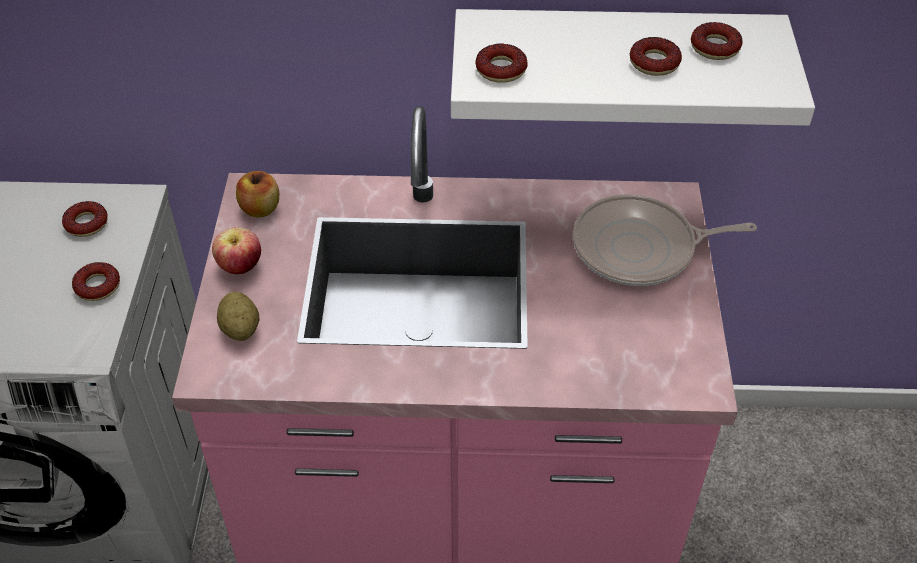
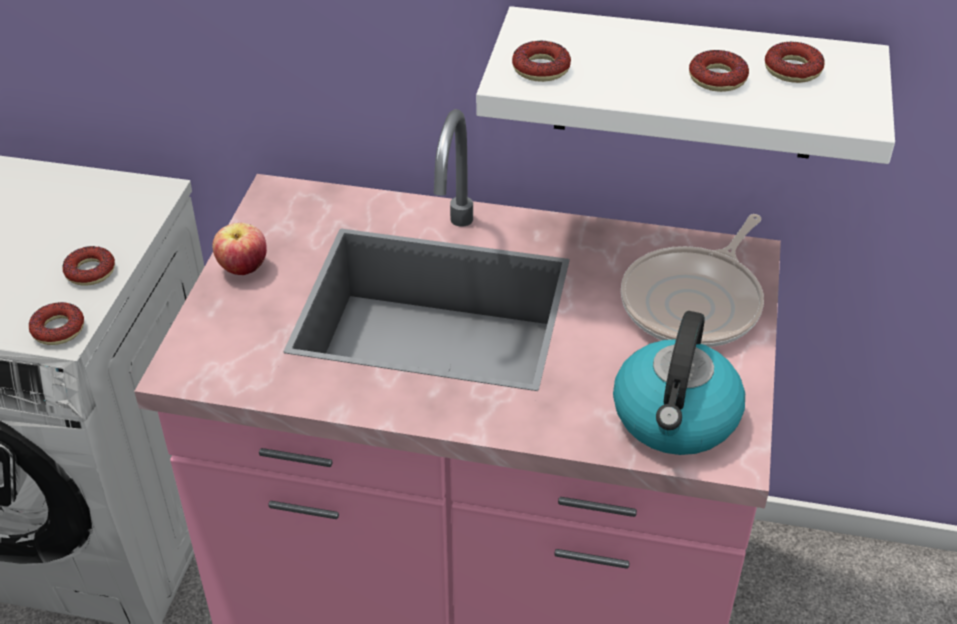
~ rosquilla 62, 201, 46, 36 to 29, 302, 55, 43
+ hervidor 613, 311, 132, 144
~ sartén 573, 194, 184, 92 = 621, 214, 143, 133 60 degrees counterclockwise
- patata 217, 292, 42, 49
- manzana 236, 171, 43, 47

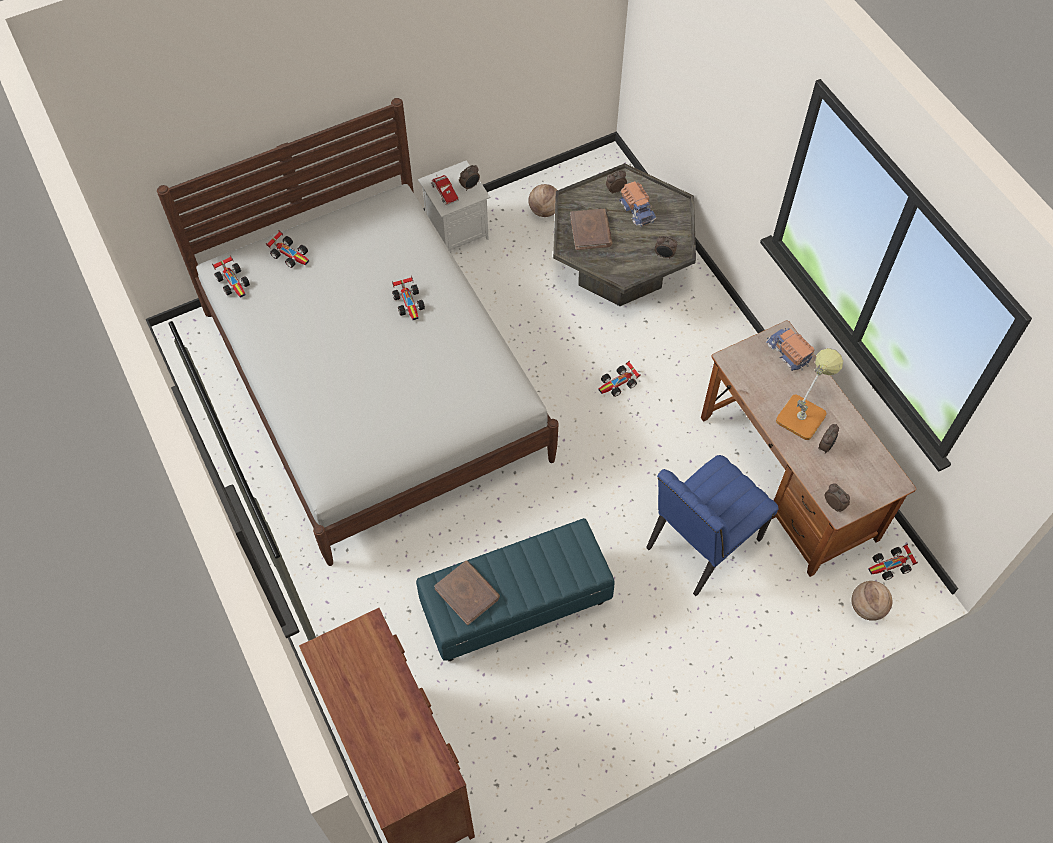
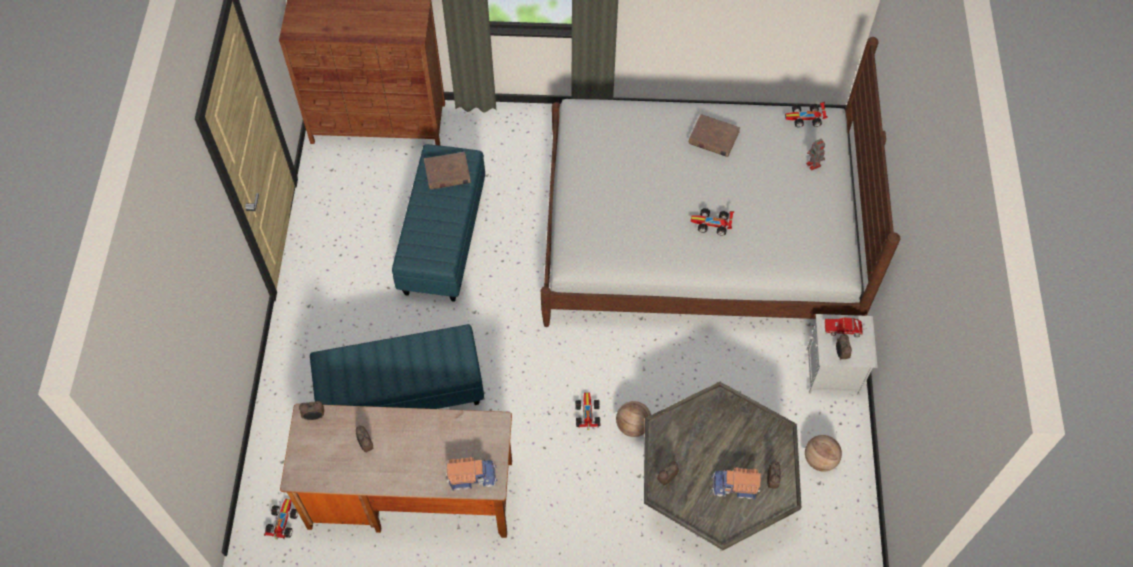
~ silla/azul 646, 455, 132, 141 to puf/azul 310, 324, 174, 85
~ balón de baloncesto 852, 581, 40, 40 to 616, 401, 35, 36
~ libro/marrón 570, 209, 42, 41 to 689, 114, 51, 43
~ coche de juguete 266, 231, 43, 37 to robot de juguete 806, 139, 19, 32
- lámpara de mesa 776, 348, 67, 92

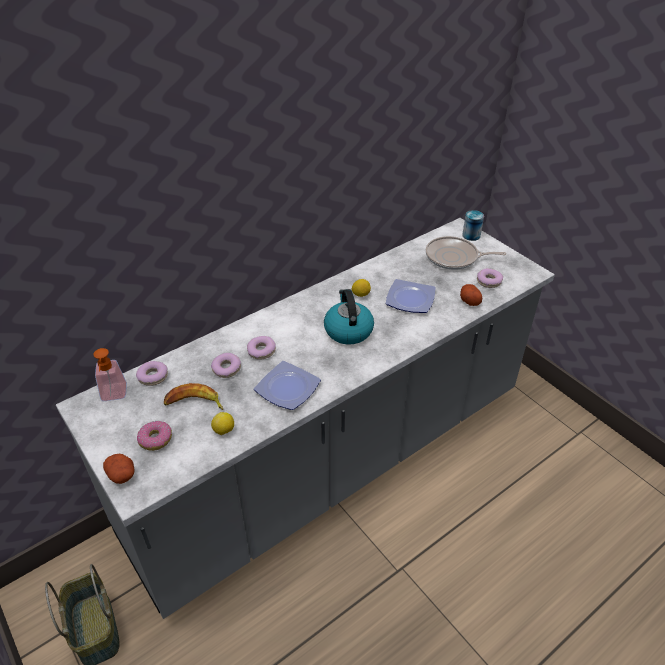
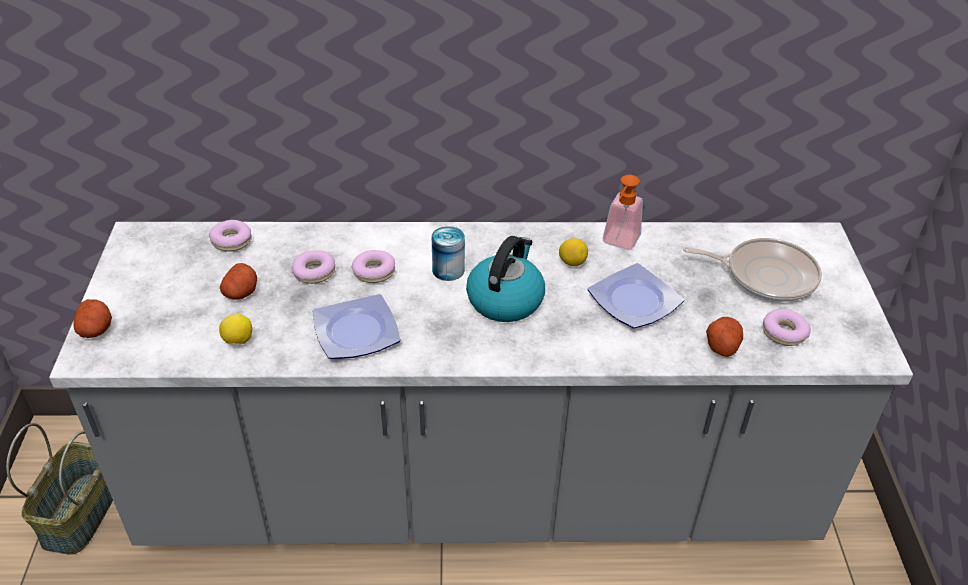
~ plátano 164, 383, 59, 27 to patata 220, 263, 37, 37
~ lata 462, 210, 22, 31 to 432, 226, 33, 55
~ dispensador de jabón 93, 348, 34, 53 to 603, 175, 40, 75
~ sartén 426, 236, 80, 34 = 683, 238, 139, 64 150 degrees clockwise
- rosquilla 137, 421, 35, 30

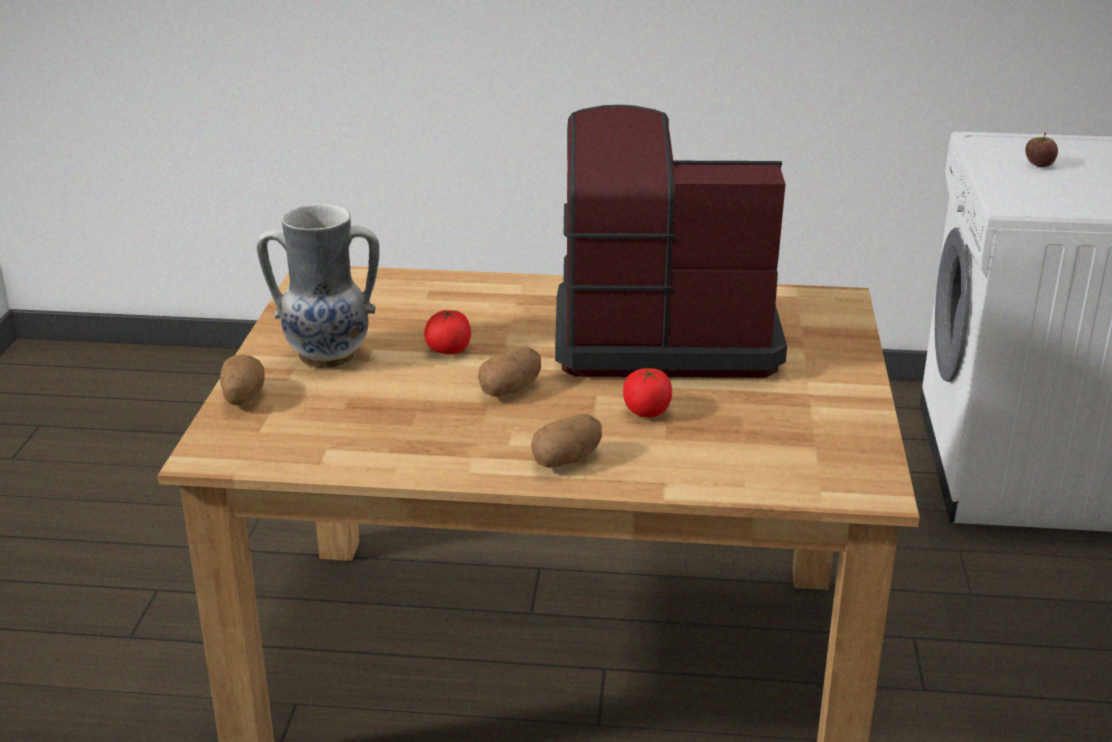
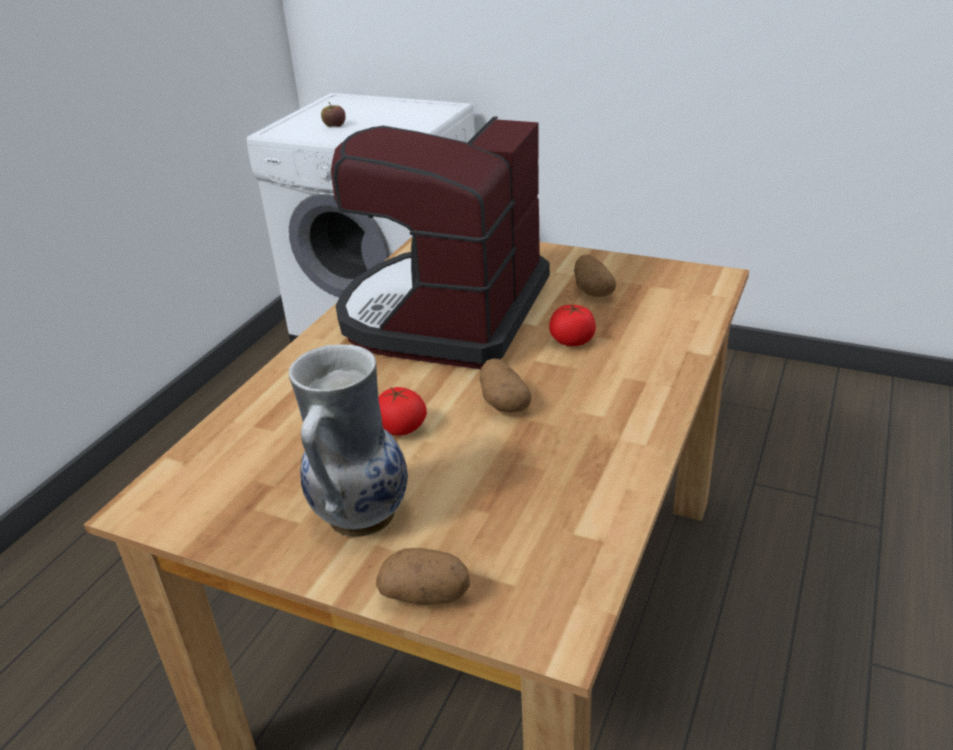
~ patata 531, 414, 71, 54 to 574, 255, 42, 42

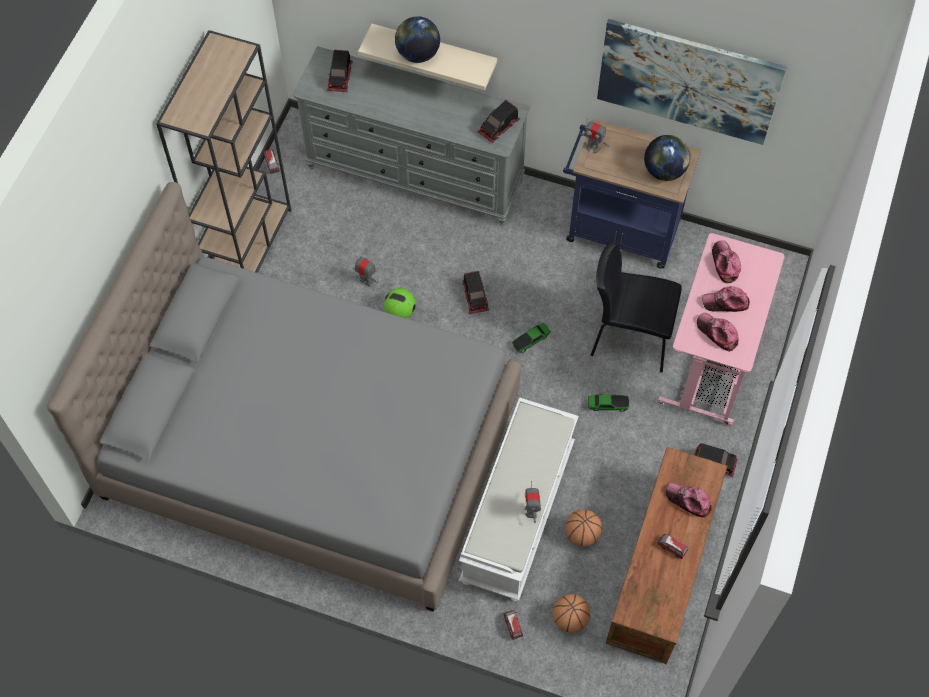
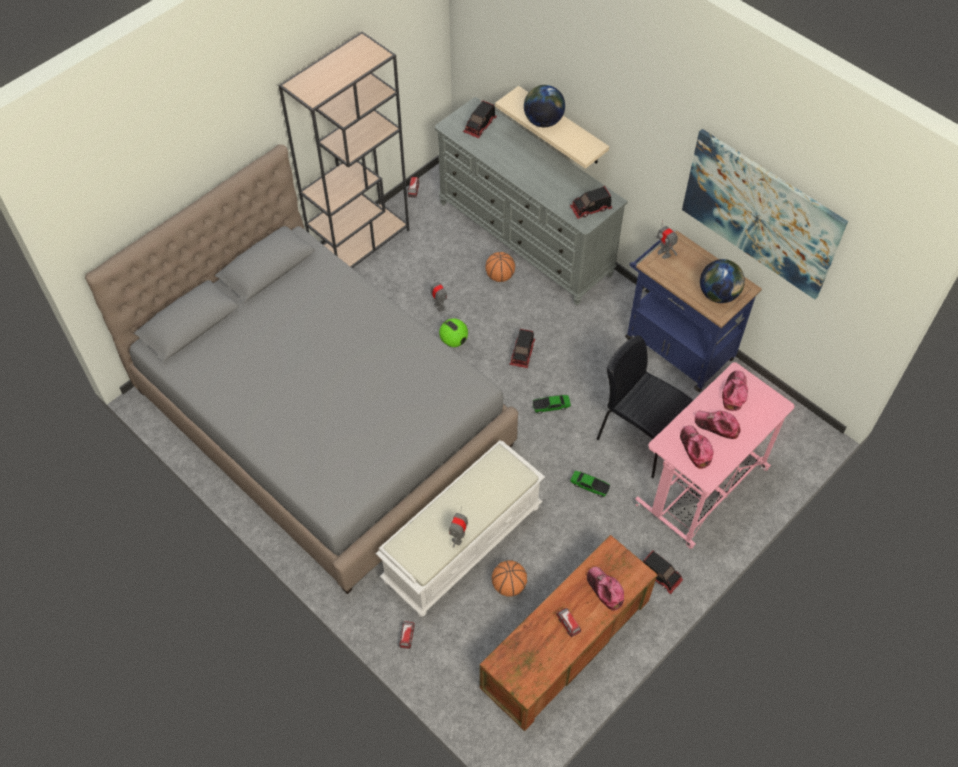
~ balón de baloncesto 552, 594, 38, 39 to 485, 252, 30, 30

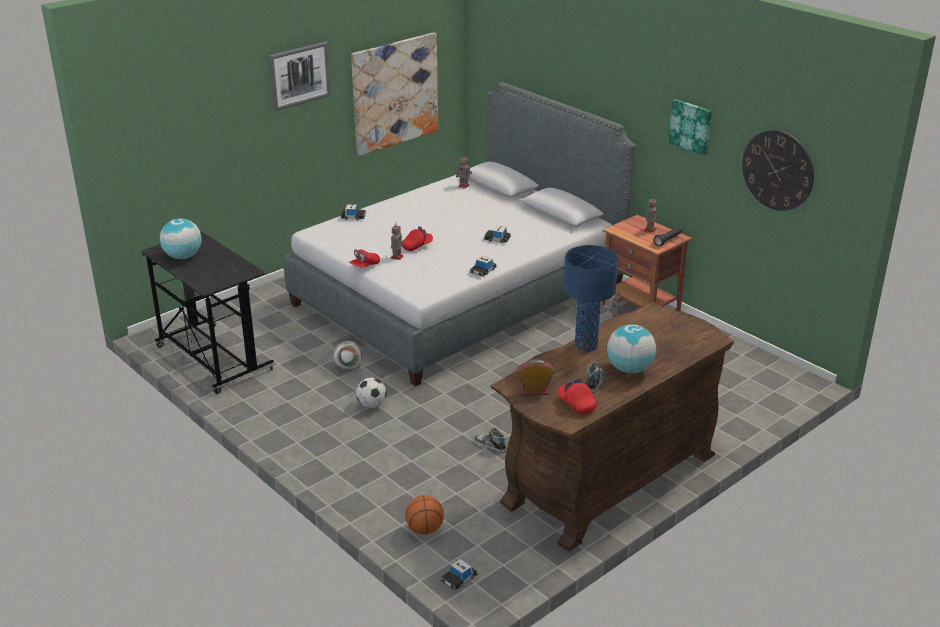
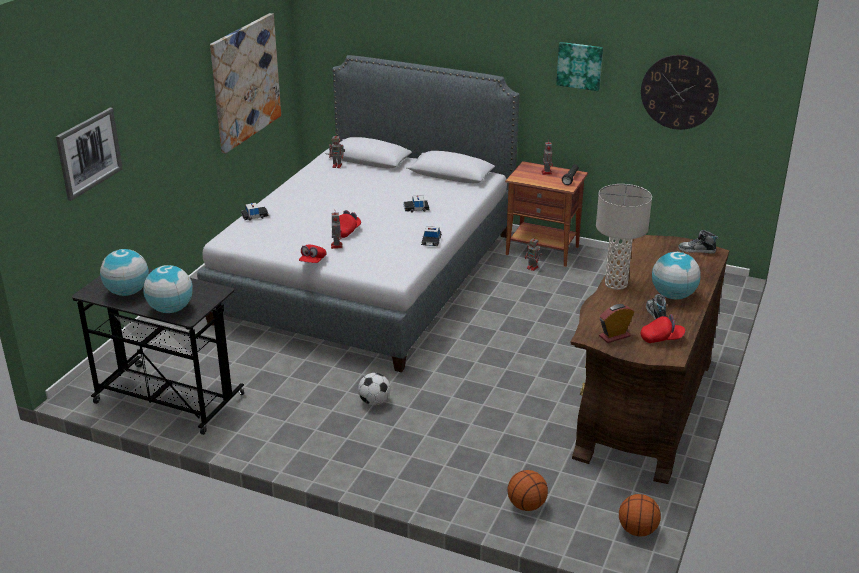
~ cuadro 269, 42, 62, 69 to 56, 108, 67, 93
+ globo terráqueo 143, 265, 50, 48
~ lámpara de mesa/azul 563, 245, 55, 106 to lámpara de mesa/blanco 596, 184, 56, 106
+ balón de baloncesto 619, 494, 42, 43
~ gorra/rojo 558, 378, 38, 36 = 641, 314, 44, 29 150 degrees clockwise
~ zapato 474, 428, 32, 25 to 678, 230, 40, 24
- balón de fútbol 333, 341, 30, 29
- coche de juguete 440, 559, 38, 32

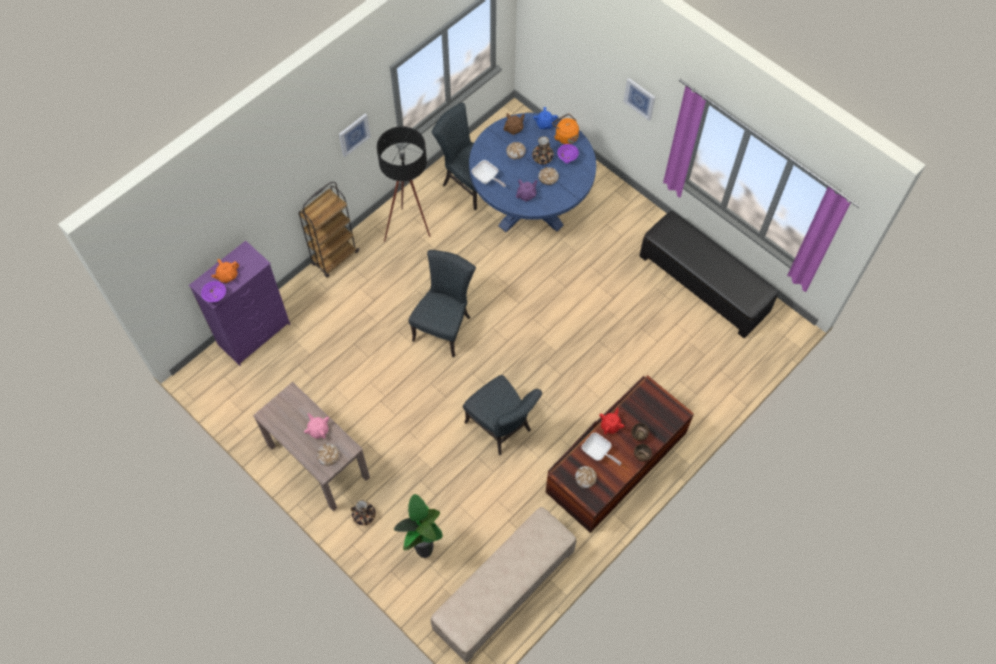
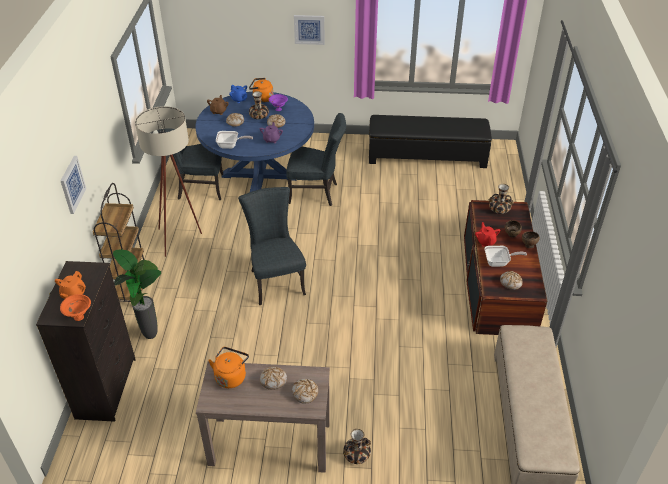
~ cómoda/morado 189, 240, 101, 126 to cómoda/negro 36, 261, 100, 161
~ cuenco/morado 201, 281, 25, 21 to cuenco/naranja 60, 294, 31, 27
~ cuadro 339, 113, 32, 44 to 61, 156, 25, 58
~ planta en maceta 394, 494, 49, 64 to 113, 250, 48, 89
~ lámpara de pie/negro 377, 126, 54, 116 to lámpara de pie/beis 135, 106, 67, 151
+ hervidor/naranja 208, 347, 41, 41
~ tetera/rosa 304, 413, 25, 26 to pan 260, 367, 27, 23
~ silla/gris 463, 375, 79, 80 to 286, 113, 60, 93
+ florero 488, 184, 26, 30

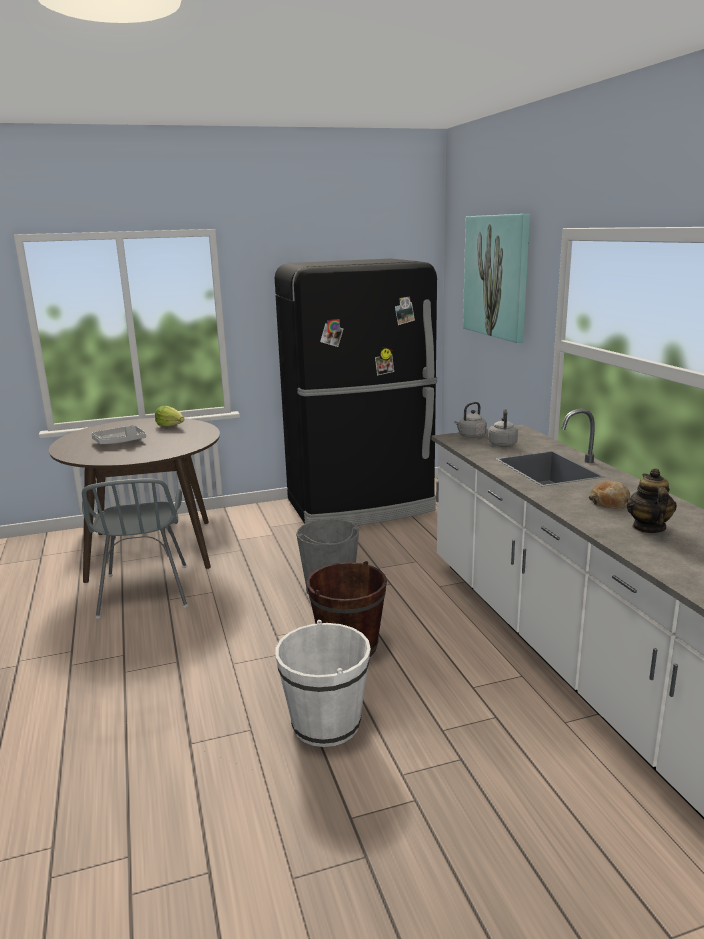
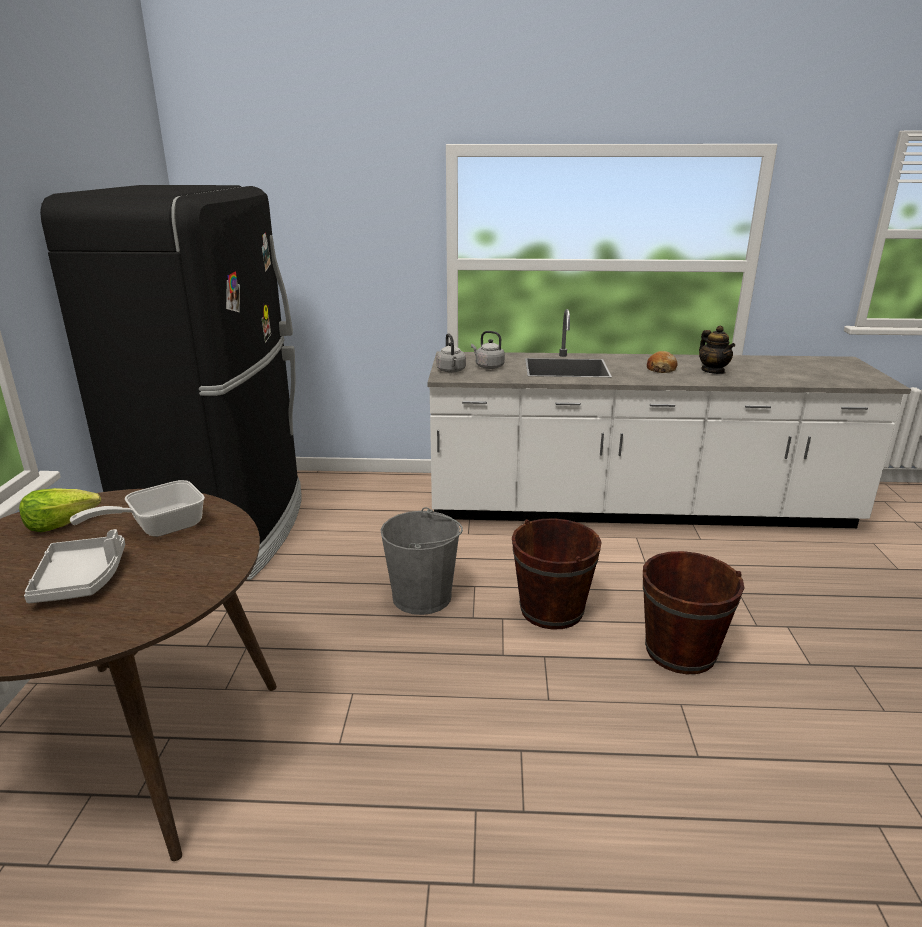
+ sartén 70, 480, 135, 57
~ cubo/blanco 275, 620, 96, 127 to cubo/marrón 643, 551, 101, 123
~ tetera 627, 468, 50, 65 = 699, 326, 36, 48 135 degrees counterclockwise
- silla/gris 82, 479, 106, 140
- cuadro 463, 214, 67, 129

